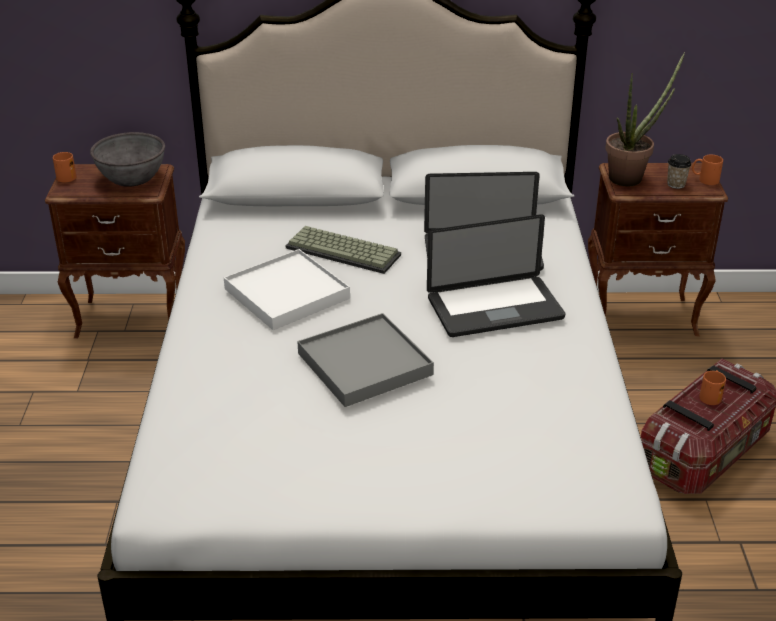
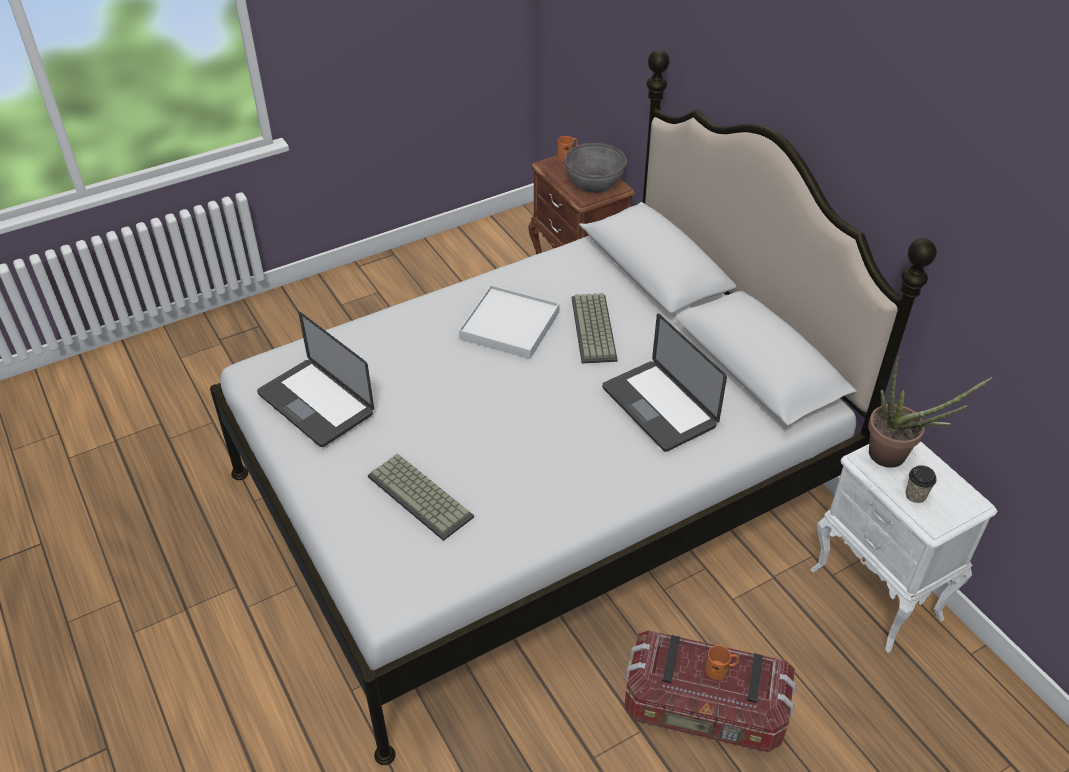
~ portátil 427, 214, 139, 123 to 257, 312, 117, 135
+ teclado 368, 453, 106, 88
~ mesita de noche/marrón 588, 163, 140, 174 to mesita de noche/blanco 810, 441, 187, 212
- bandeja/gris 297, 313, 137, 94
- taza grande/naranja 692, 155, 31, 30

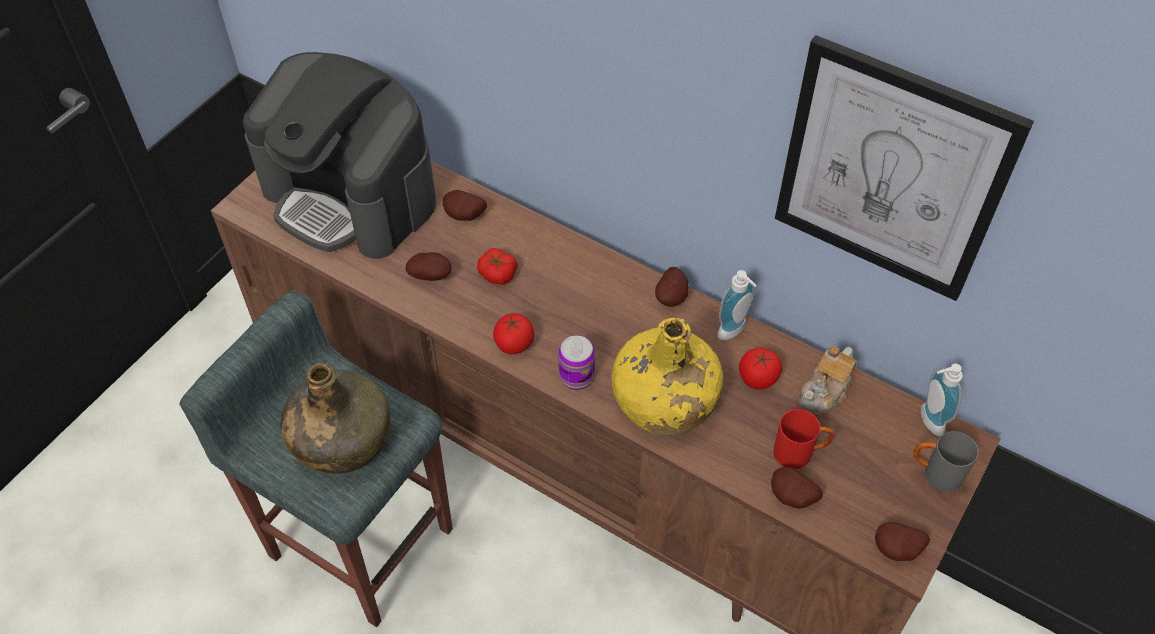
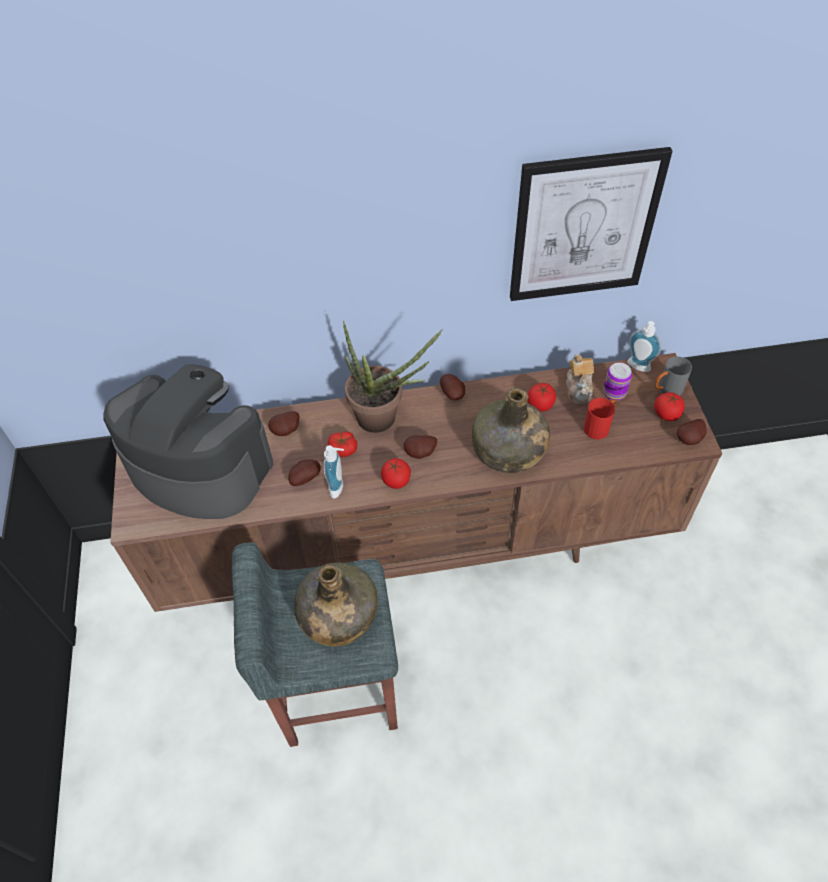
~ cafetera 242, 52, 194, 207 = 103, 364, 170, 155 150 degrees counterclockwise
~ dispensador de jabón 717, 270, 40, 70 to 324, 445, 20, 54
+ planta en maceta 343, 320, 100, 113
~ patata 771, 467, 52, 42 to 404, 435, 33, 24
~ botella/amarillo 611, 318, 112, 118 to botella/verde 472, 387, 78, 86
~ lata 558, 335, 37, 55 to 603, 362, 29, 39
+ tomate 654, 392, 30, 29

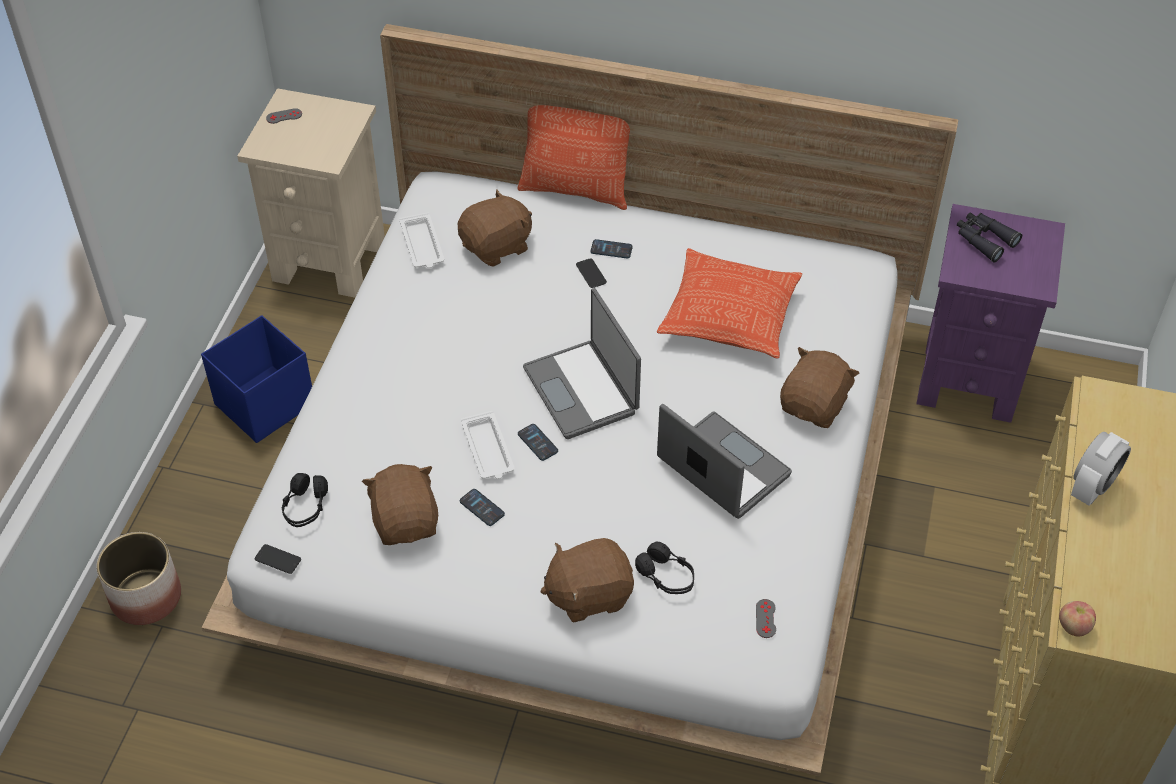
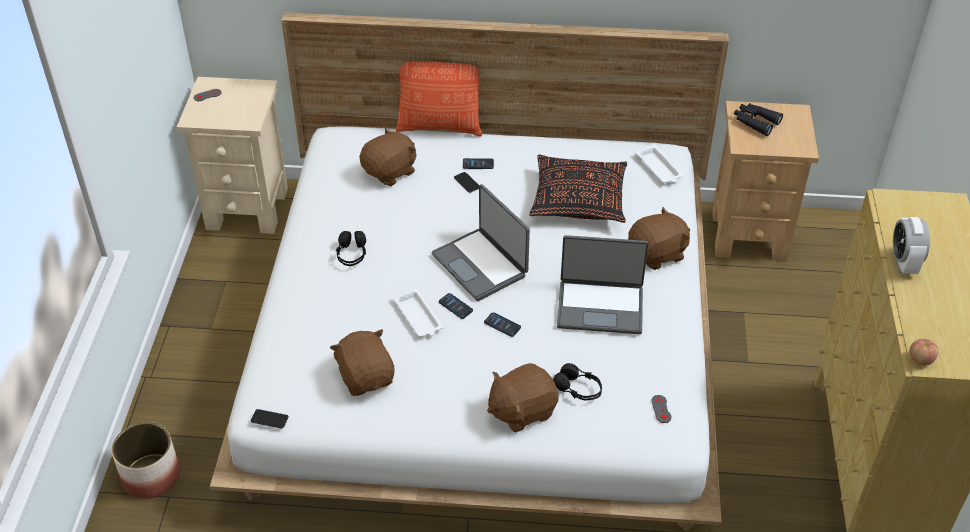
~ auriculares/negro 282, 473, 46, 54 to 336, 231, 30, 35
~ móvil 460, 489, 45, 37 to 484, 312, 37, 25
~ cojín/naranja 657, 248, 145, 111 to cojín/negro 529, 154, 99, 69
~ portátil 657, 404, 135, 115 = 557, 235, 91, 99 150 degrees clockwise
~ peluche/marrón 780, 347, 79, 81 = 628, 207, 62, 63 45 degrees clockwise
~ bandeja/blanco 400, 212, 44, 56 to 635, 144, 48, 39
~ mesita de noche/morado 916, 204, 149, 219 to mesita de noche/beis 712, 101, 107, 160
~ despertador 1071, 432, 60, 73 = 893, 217, 37, 57 150 degrees clockwise
- caja de almacenaje/azul 201, 315, 111, 128

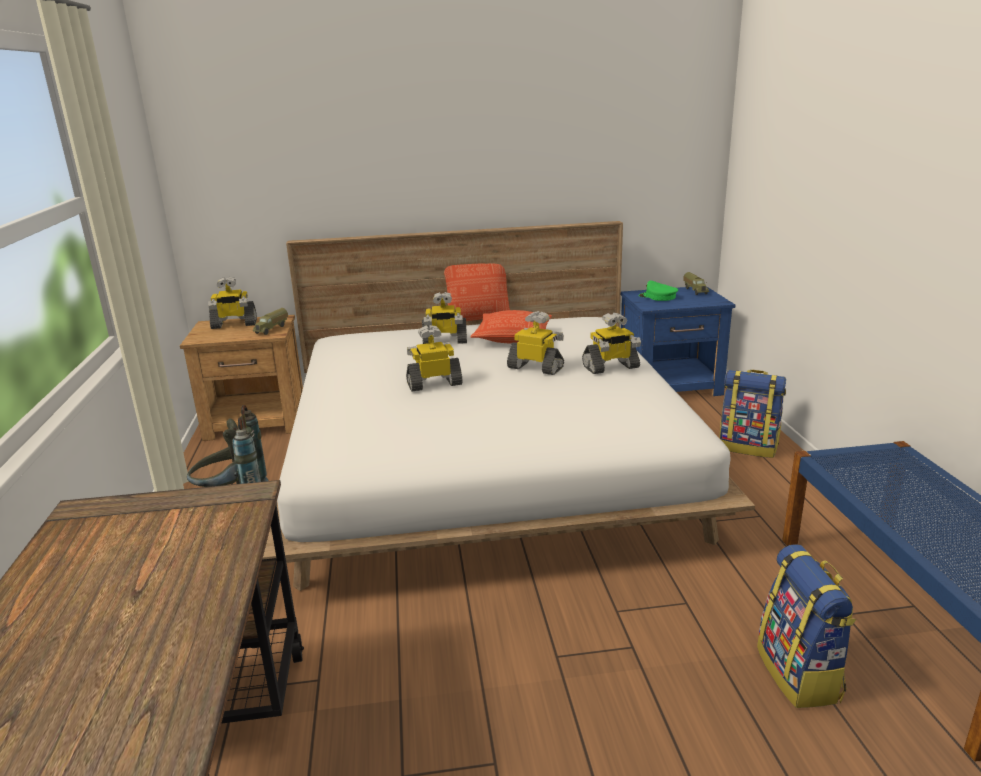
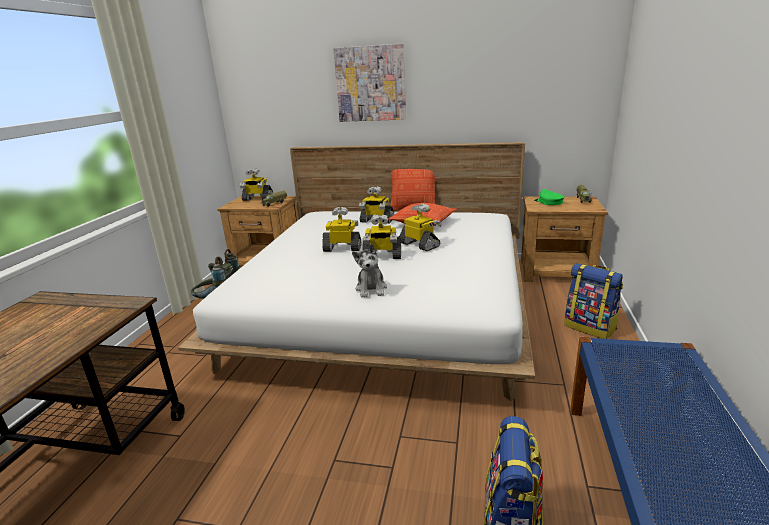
+ cuadro 333, 43, 73, 79
+ peluche 352, 244, 35, 53
~ robot de juguete 582, 312, 59, 62 to 363, 214, 38, 45
~ mesita de noche/azul 621, 286, 114, 110 to mesita de noche/marrón 521, 196, 87, 86

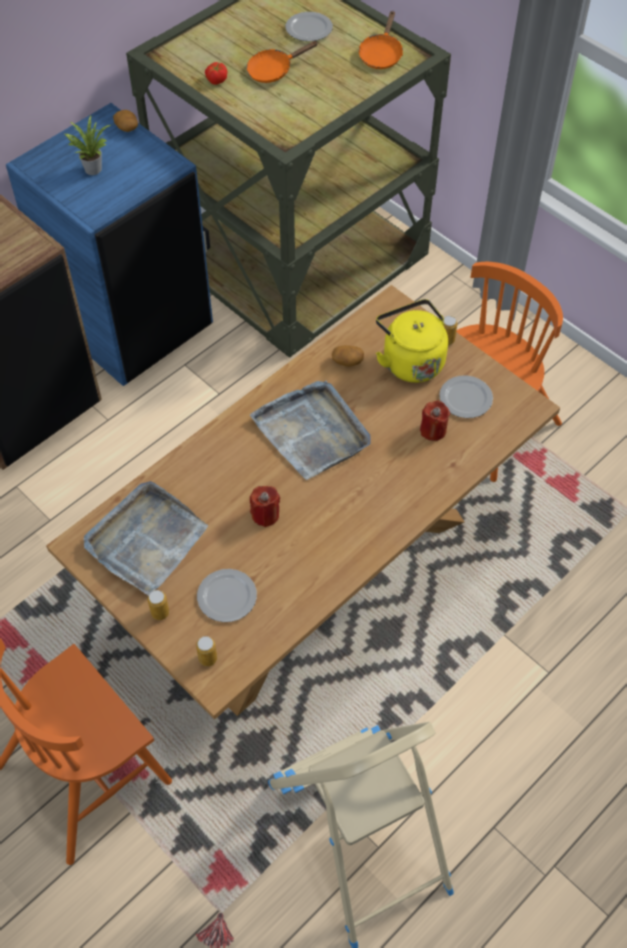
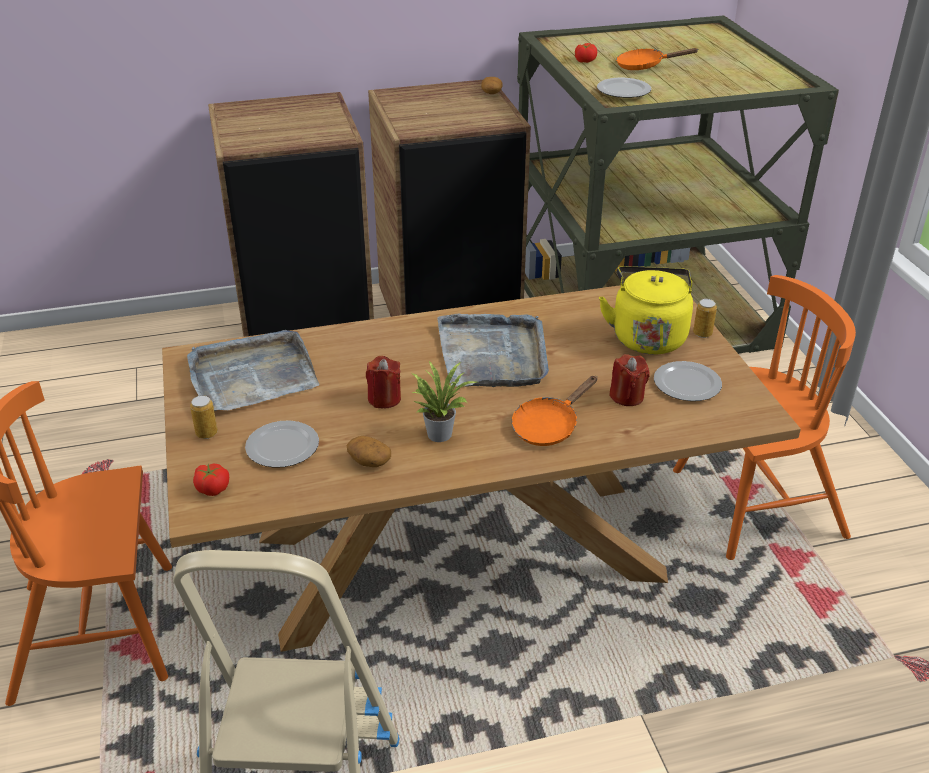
~ lata 196, 636, 21, 30 to tomate 193, 463, 36, 33
~ patata 332, 345, 32, 22 to 346, 436, 45, 31
~ armario/azul 6, 103, 207, 283 to armario/marrón 368, 80, 163, 237
~ planta en maceta 65, 116, 46, 59 to 412, 361, 64, 81
~ sartén/naranja 359, 11, 44, 58 to 512, 376, 85, 70
~ plato 285, 12, 48, 29 to 597, 78, 54, 20

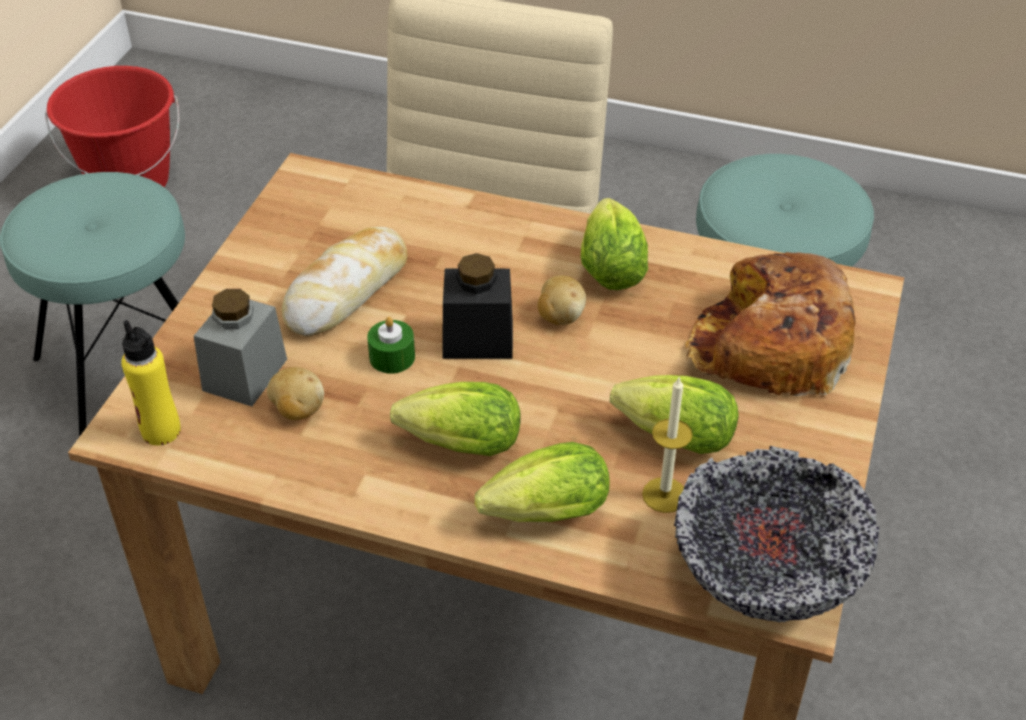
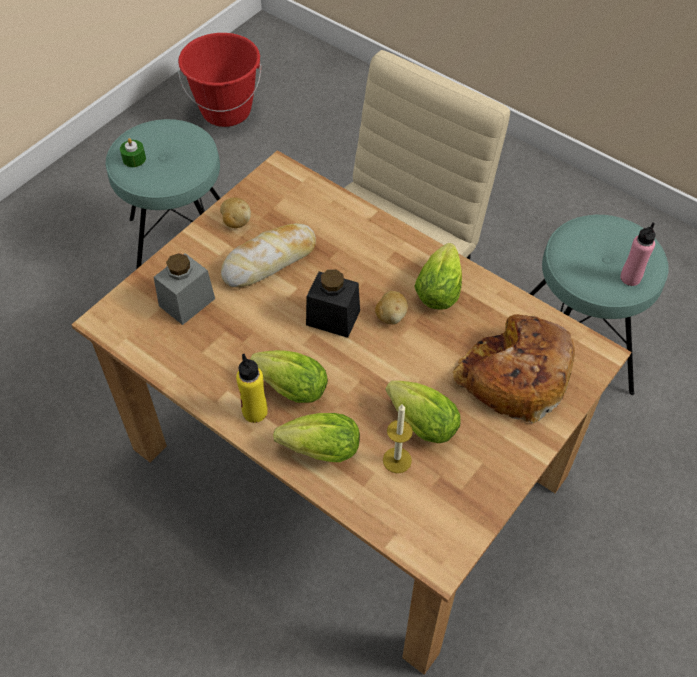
~ vela/verde 367, 317, 48, 57 to 120, 138, 26, 29
~ patata 267, 367, 57, 53 to 220, 198, 31, 30
~ botella/amarillo 121, 320, 60, 125 to 236, 354, 32, 69
+ botella/rosa 620, 223, 36, 63
- cuenco 674, 446, 205, 176

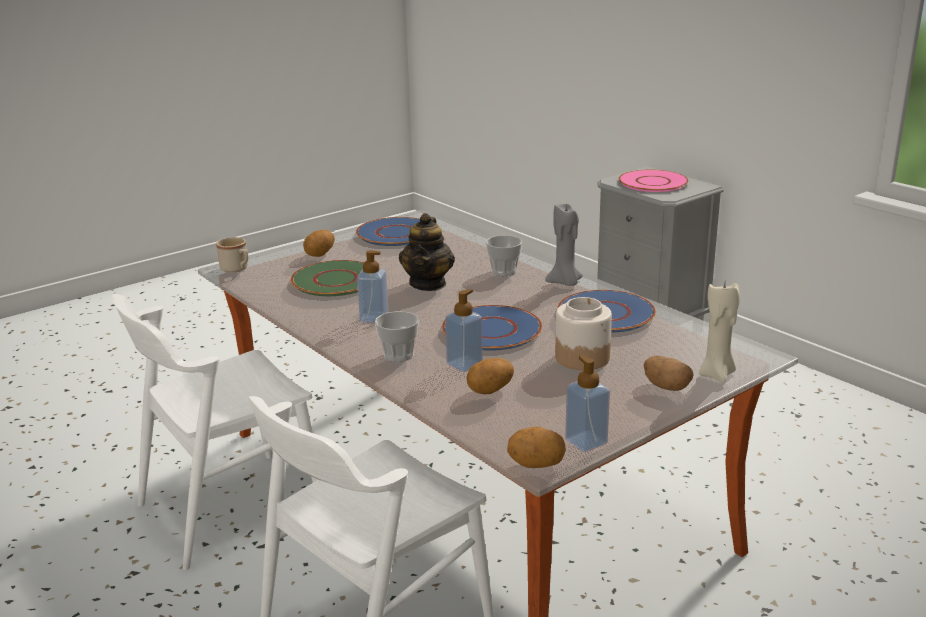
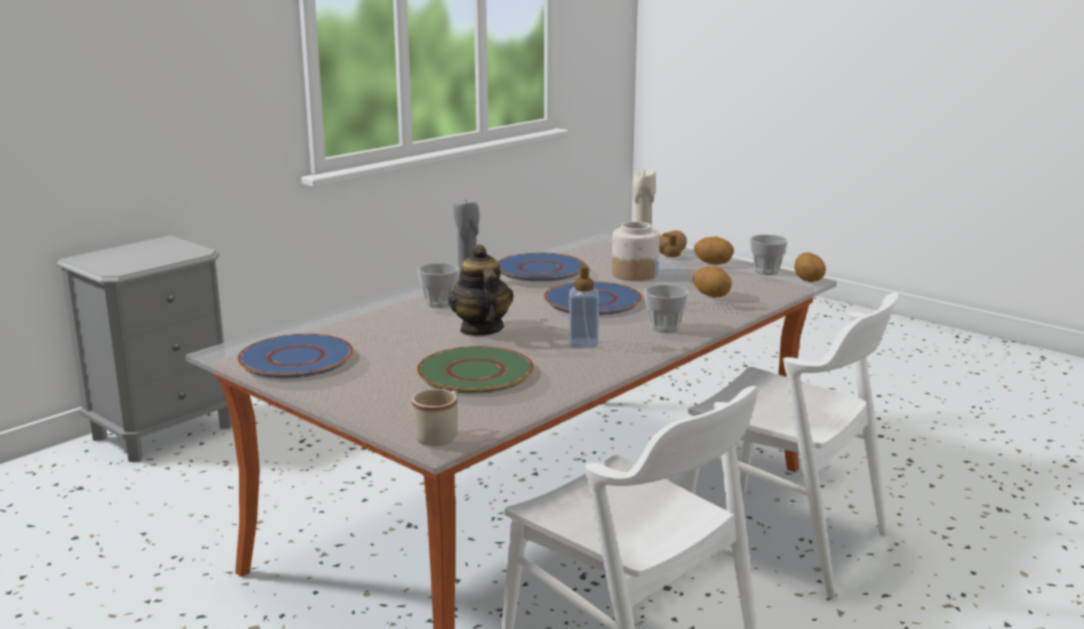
~ tetera 399, 213, 56, 78 = 448, 244, 65, 92 105 degrees counterclockwise
~ patata 303, 230, 32, 27 to 694, 237, 40, 28
~ dispensador de jabón 565, 355, 45, 97 to taza 750, 235, 38, 40
- plato/rosa 618, 170, 71, 22

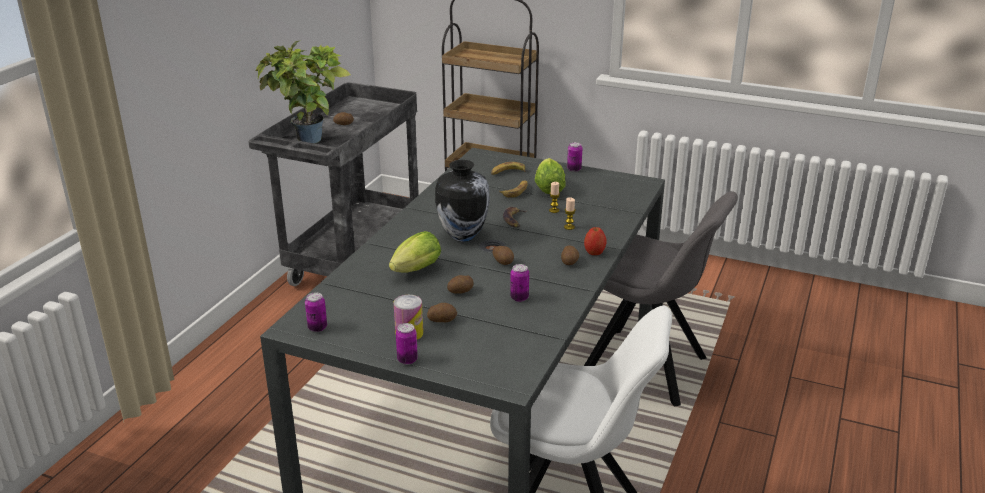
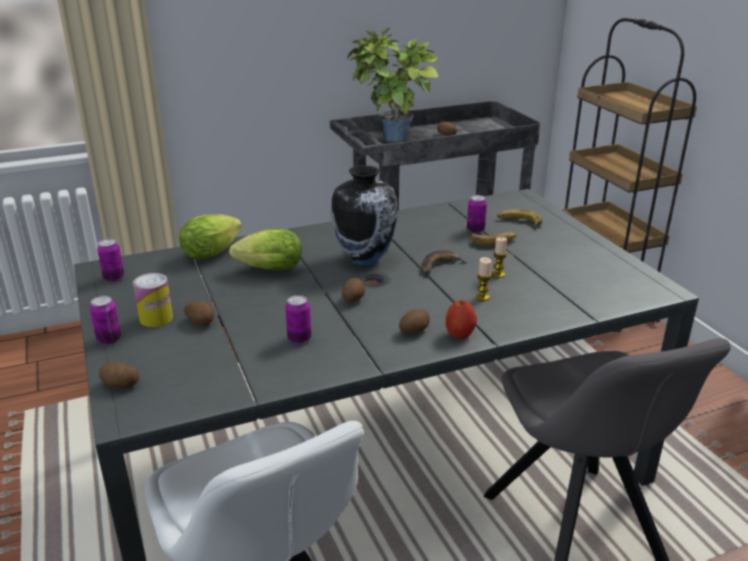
~ patata 447, 275, 27, 18 to 99, 361, 40, 28
~ lechuga 535, 158, 31, 36 to 179, 215, 63, 44
~ lata 567, 142, 15, 30 to 467, 195, 20, 38

